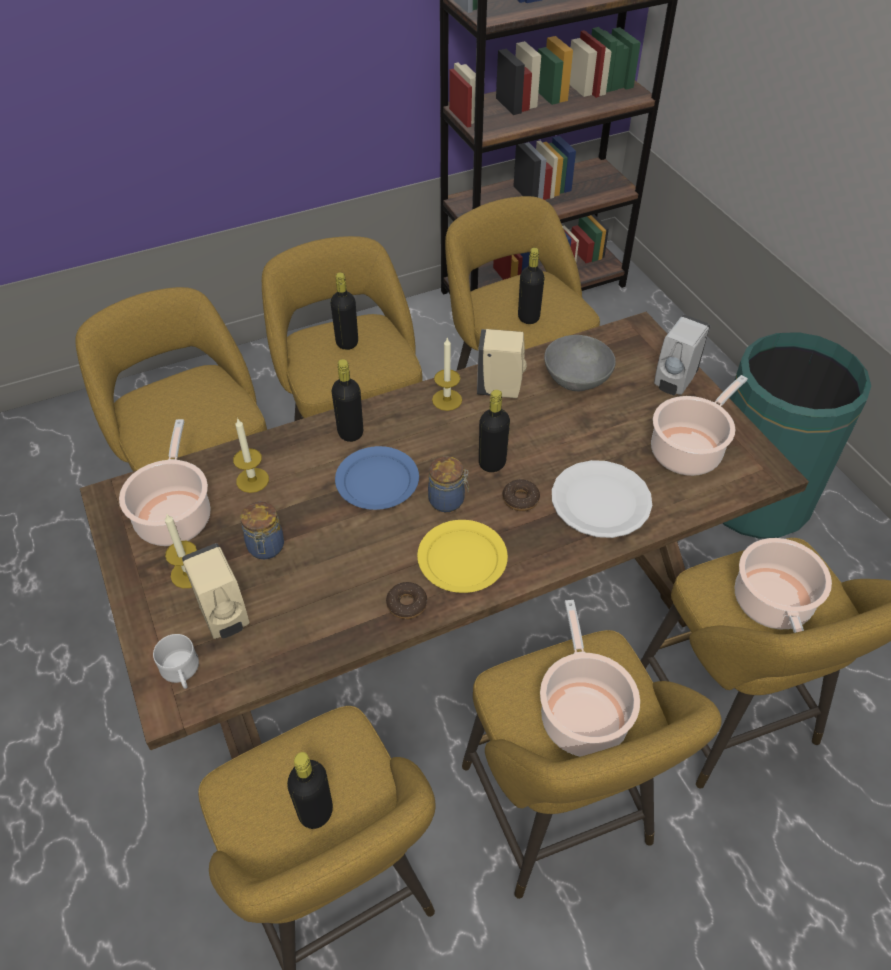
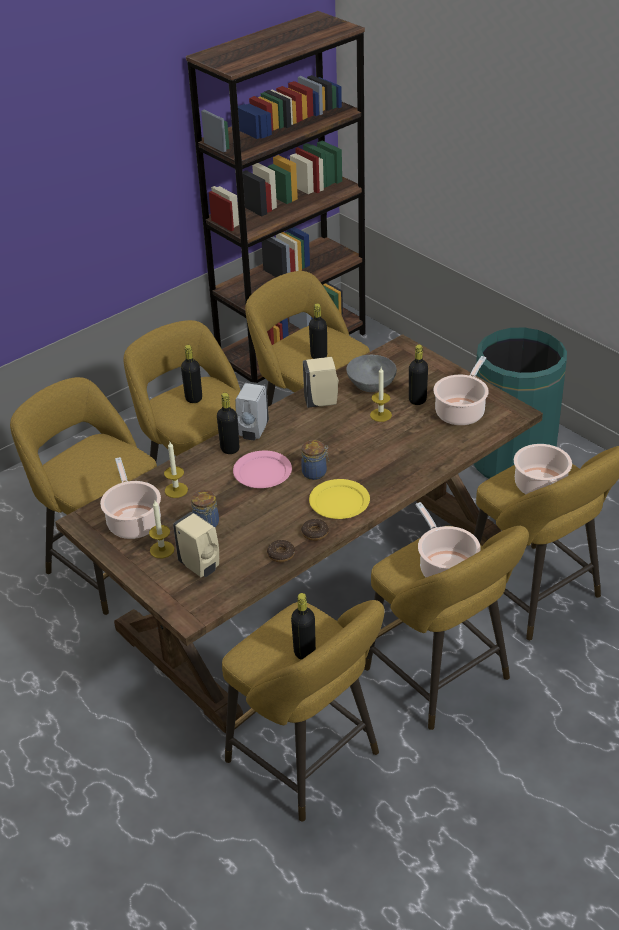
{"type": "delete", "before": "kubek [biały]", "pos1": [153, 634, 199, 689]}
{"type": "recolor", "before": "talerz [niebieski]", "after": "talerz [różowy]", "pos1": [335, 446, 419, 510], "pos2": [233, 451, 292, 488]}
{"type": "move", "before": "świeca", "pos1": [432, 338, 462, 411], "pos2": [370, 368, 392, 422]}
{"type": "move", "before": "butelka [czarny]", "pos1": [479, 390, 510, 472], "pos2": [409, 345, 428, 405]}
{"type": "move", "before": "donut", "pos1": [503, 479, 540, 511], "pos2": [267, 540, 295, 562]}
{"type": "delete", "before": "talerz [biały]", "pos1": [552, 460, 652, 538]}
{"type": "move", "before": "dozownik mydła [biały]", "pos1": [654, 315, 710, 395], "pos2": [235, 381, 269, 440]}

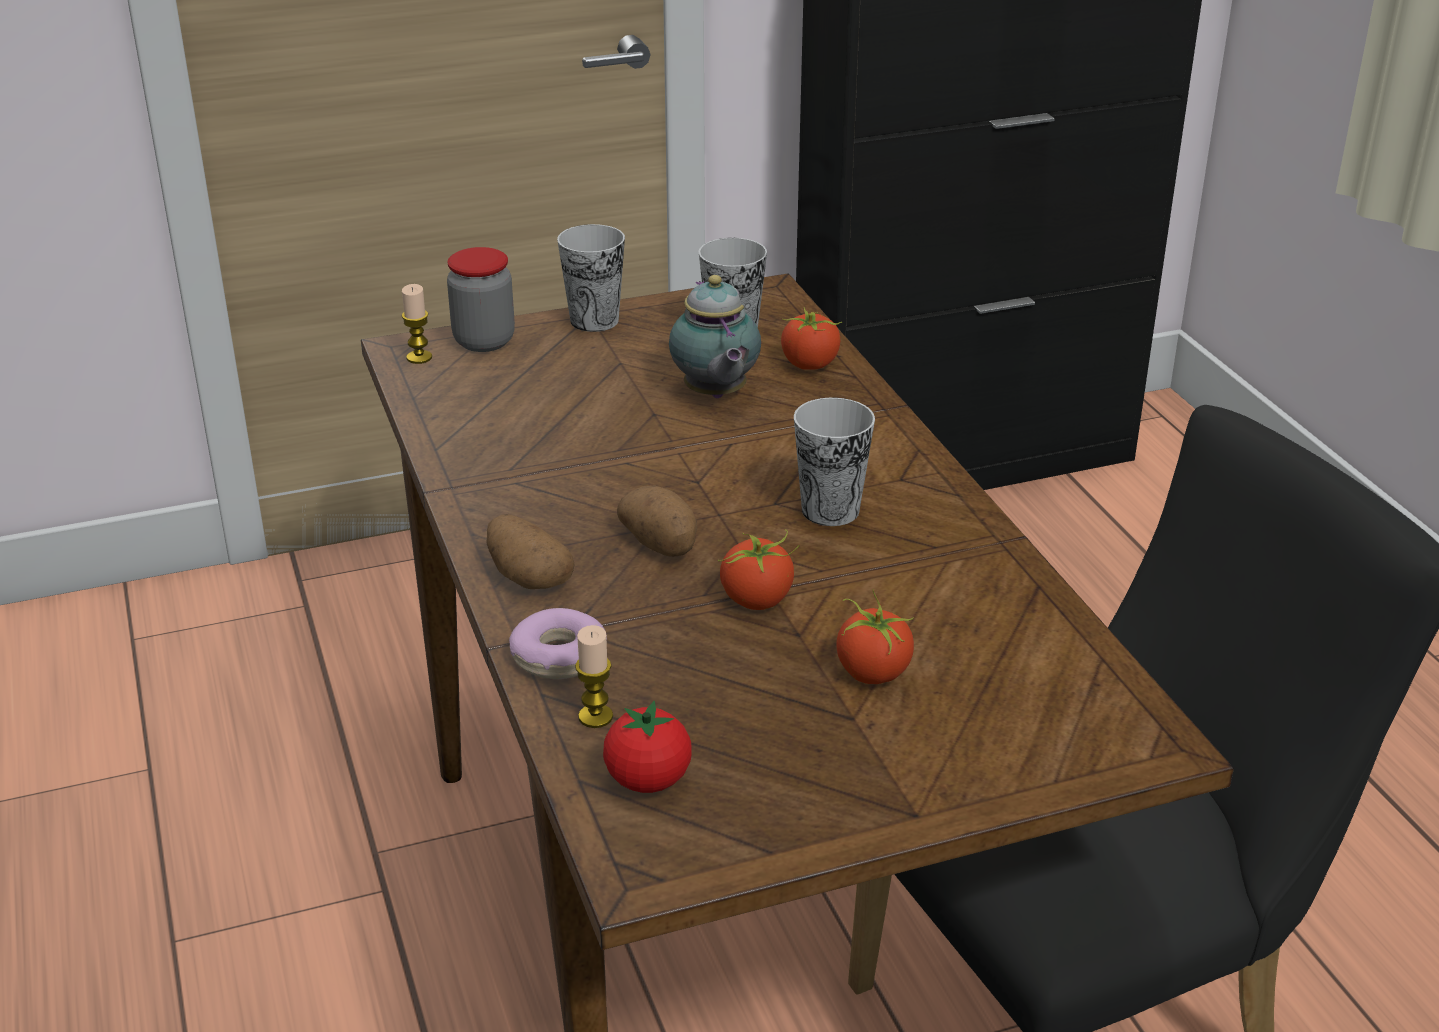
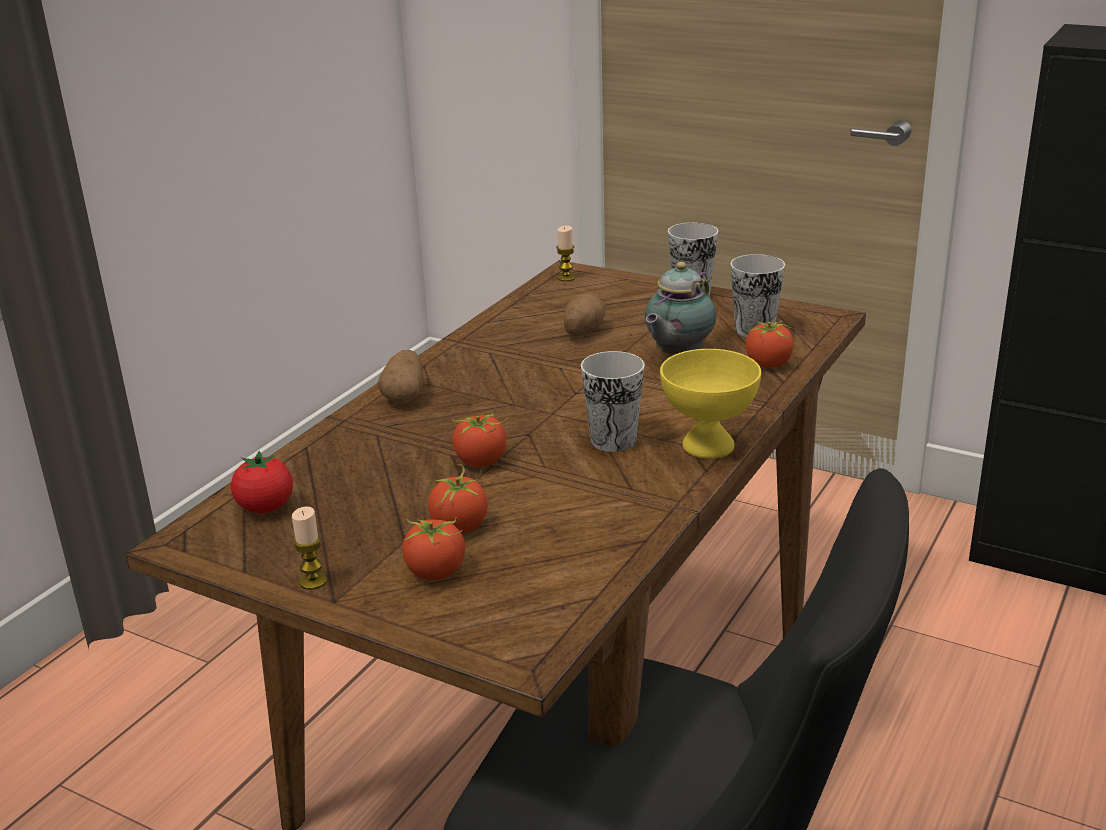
{"type": "delete", "before": "słoik", "pos1": [447, 247, 515, 352]}
{"type": "delete", "before": "donut", "pos1": [509, 608, 607, 679]}
{"type": "move", "before": "świeca", "pos1": [575, 625, 613, 728], "pos2": [292, 507, 327, 590]}
{"type": "move", "before": "ziemniak", "pos1": [617, 485, 697, 557], "pos2": [564, 294, 605, 336]}
{"type": "insert", "after": "pomidor", "pos2": [402, 517, 465, 580]}
{"type": "insert", "after": "miska [żółty]", "pos2": [660, 349, 761, 459]}

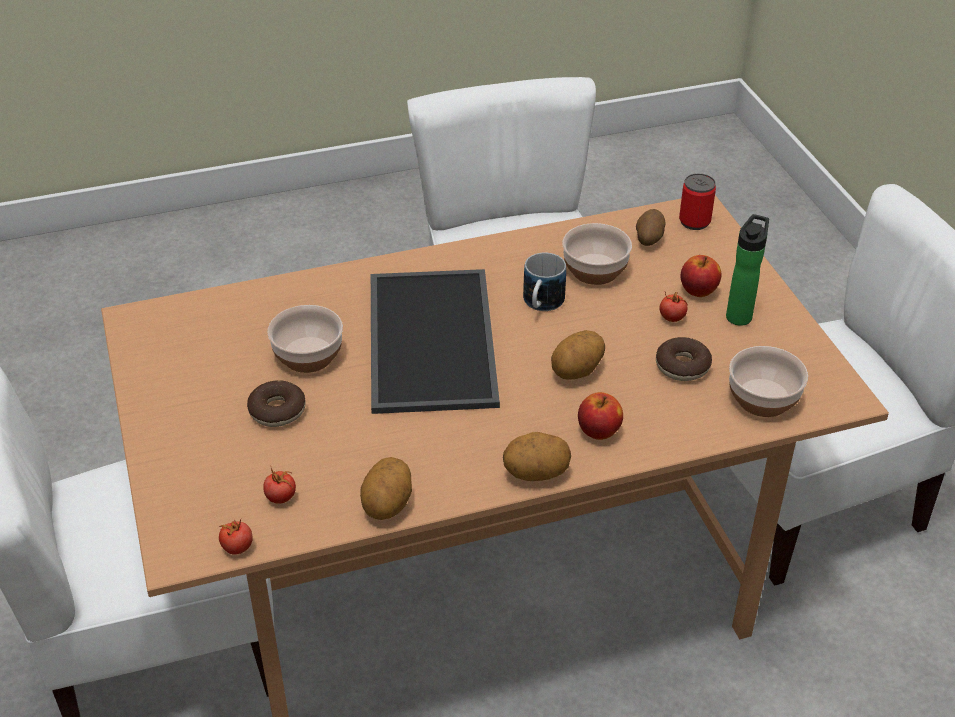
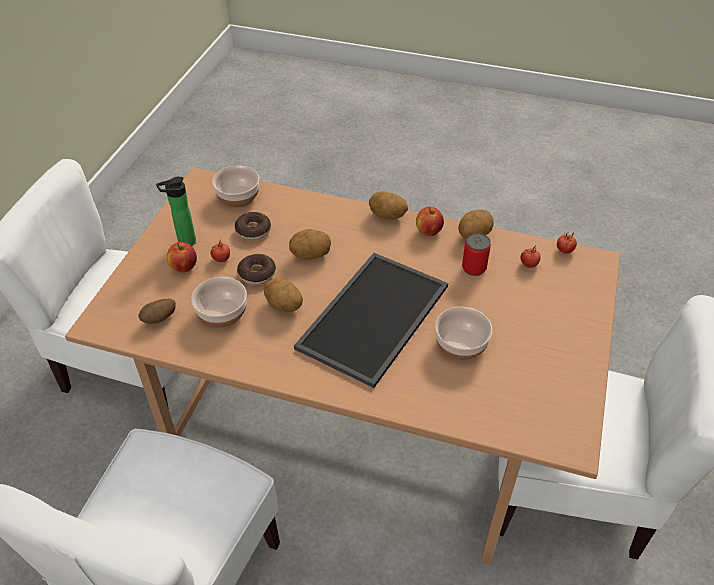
{"type": "move", "before": "donut", "pos1": [247, 380, 306, 427], "pos2": [237, 254, 276, 285]}
{"type": "replace", "before": "kubek", "after": "ziemniak", "pos1": [523, 253, 566, 311], "pos2": [264, 278, 303, 312]}
{"type": "move", "before": "jabłko", "pos1": [578, 392, 623, 440], "pos2": [416, 207, 444, 236]}
{"type": "move", "before": "puszka", "pos1": [679, 174, 716, 230], "pos2": [462, 233, 491, 276]}

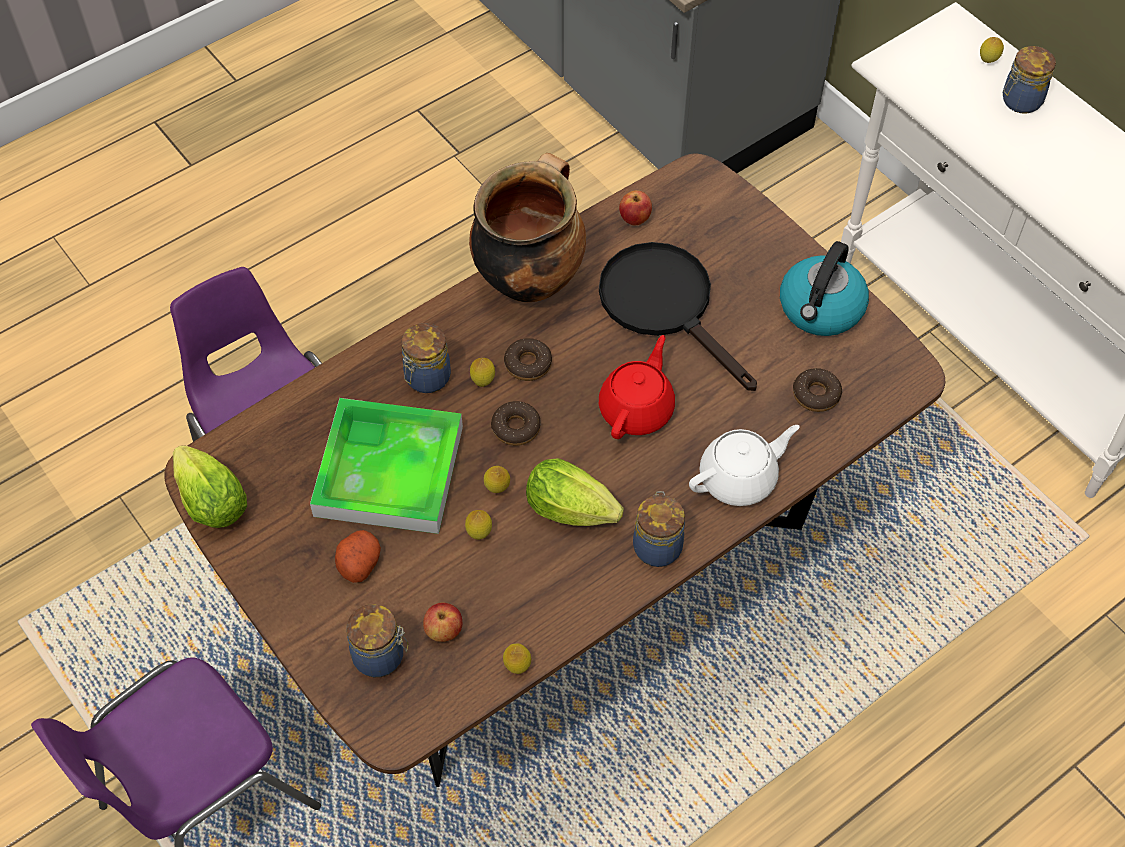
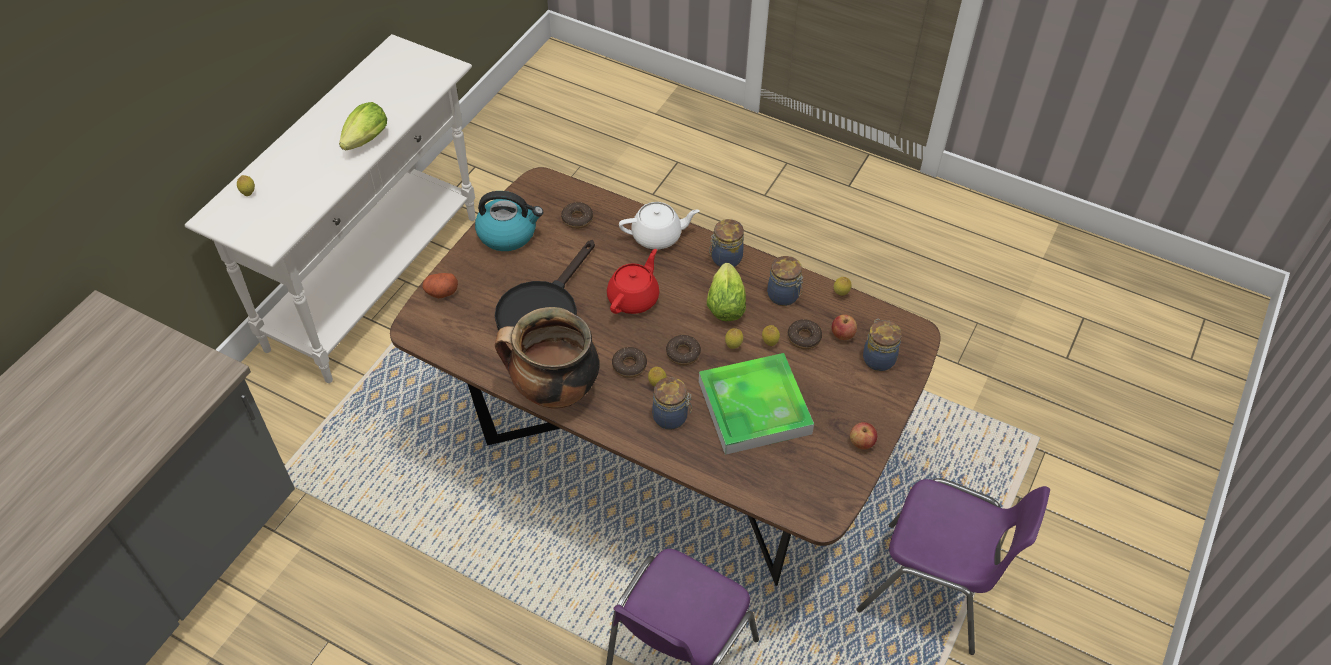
{"type": "move", "before": "sałata", "pos1": [173, 445, 247, 528], "pos2": [339, 102, 387, 151]}
{"type": "move", "before": "ziemniak", "pos1": [335, 530, 381, 583], "pos2": [422, 273, 458, 298]}
{"type": "rotate", "before": "imbryk [czerwony]", "pos1": [599, 335, 675, 439], "pos2": [607, 249, 659, 314], "turn": 120}
{"type": "move", "before": "jabłko", "pos1": [619, 190, 652, 225], "pos2": [850, 422, 877, 450]}
{"type": "rotate", "before": "imbryk [biały]", "pos1": [689, 425, 800, 506], "pos2": [619, 202, 700, 249], "turn": 135}
{"type": "move", "before": "słoik", "pos1": [1003, 46, 1056, 114], "pos2": [767, 256, 803, 306]}
{"type": "insert", "after": "donut", "pos2": [788, 319, 822, 349]}

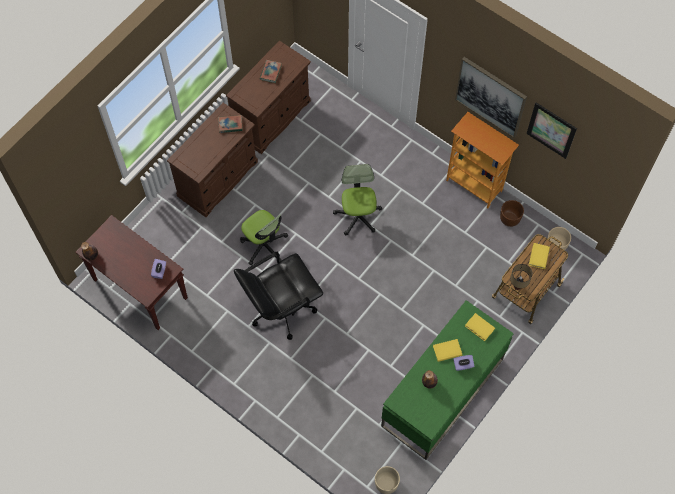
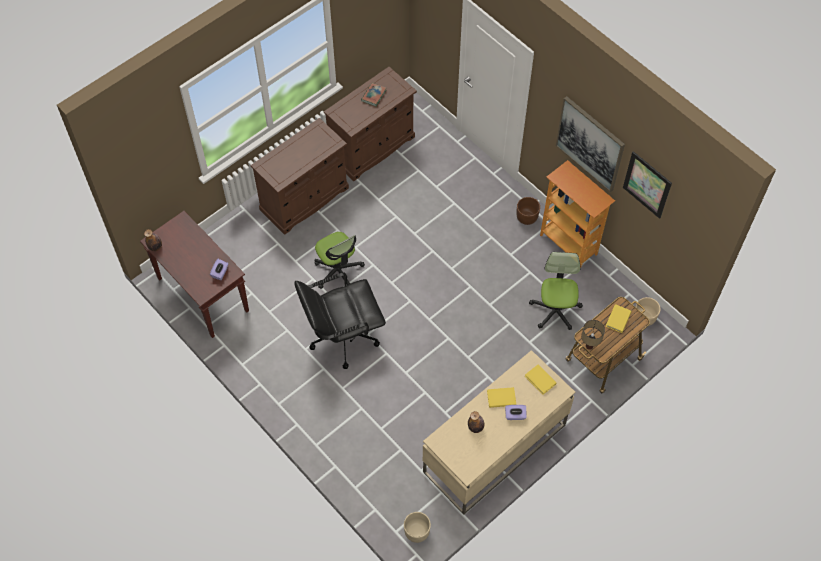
{"type": "delete", "before": "książka", "pos1": [218, 115, 243, 133]}
{"type": "move", "before": "krzesło biurowe", "pos1": [333, 164, 382, 235], "pos2": [529, 252, 583, 330]}
{"type": "recolor", "before": "biurko [zielony]", "after": "biurko [beżowy]", "pos1": [381, 300, 514, 460], "pos2": [423, 350, 575, 515]}
{"type": "move", "before": "donica [brązowy]", "pos1": [500, 200, 524, 227], "pos2": [516, 197, 540, 225]}

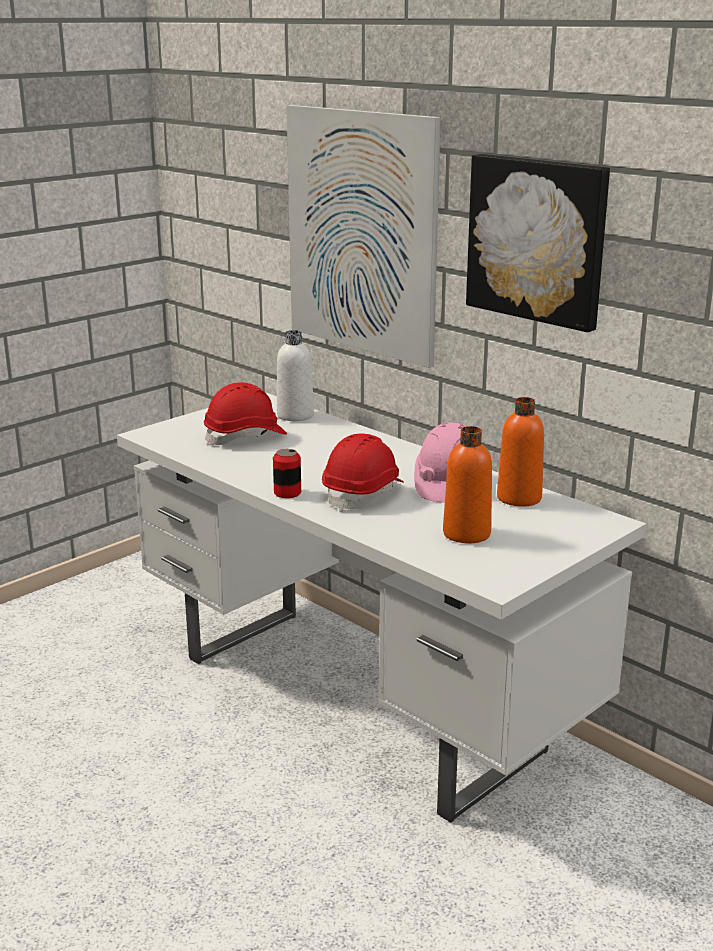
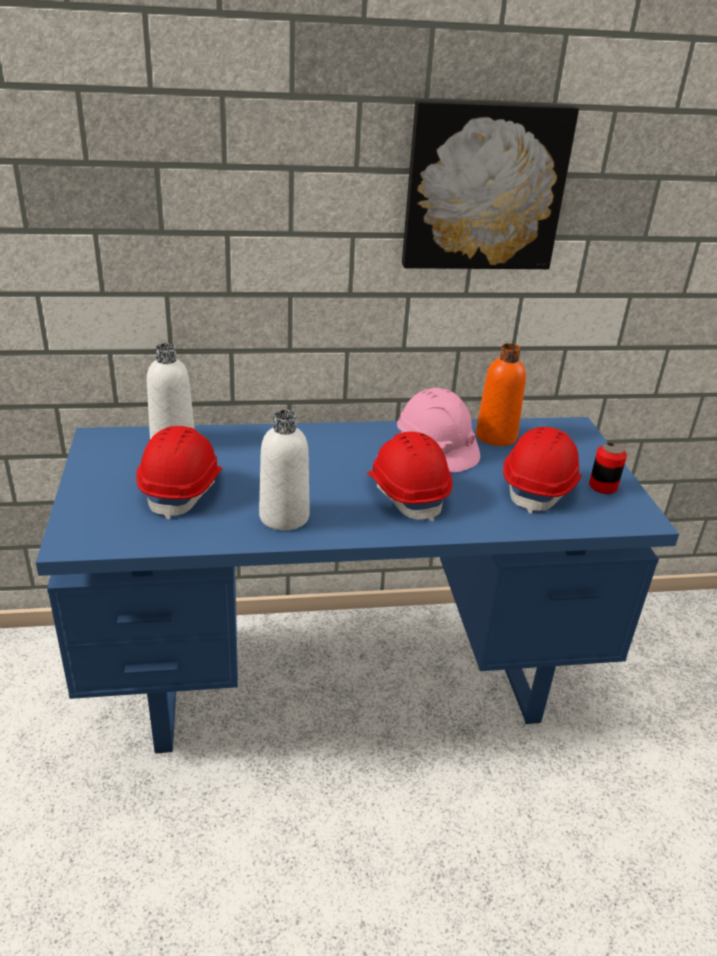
{"type": "recolor", "before": "biurko [biały]", "after": "biurko [niebieski]", "pos1": [117, 392, 646, 823], "pos2": [36, 417, 679, 753]}
{"type": "move", "before": "puszka", "pos1": [273, 449, 301, 498], "pos2": [589, 443, 627, 494]}
{"type": "delete", "before": "obraz", "pos1": [287, 105, 441, 368]}
{"type": "replace", "before": "butelka [pomarańczowy]", "after": "kask [czerwony]", "pos1": [443, 426, 492, 543], "pos2": [503, 427, 582, 514]}
{"type": "insert", "after": "butelka [biały]", "pos2": [259, 410, 310, 531]}

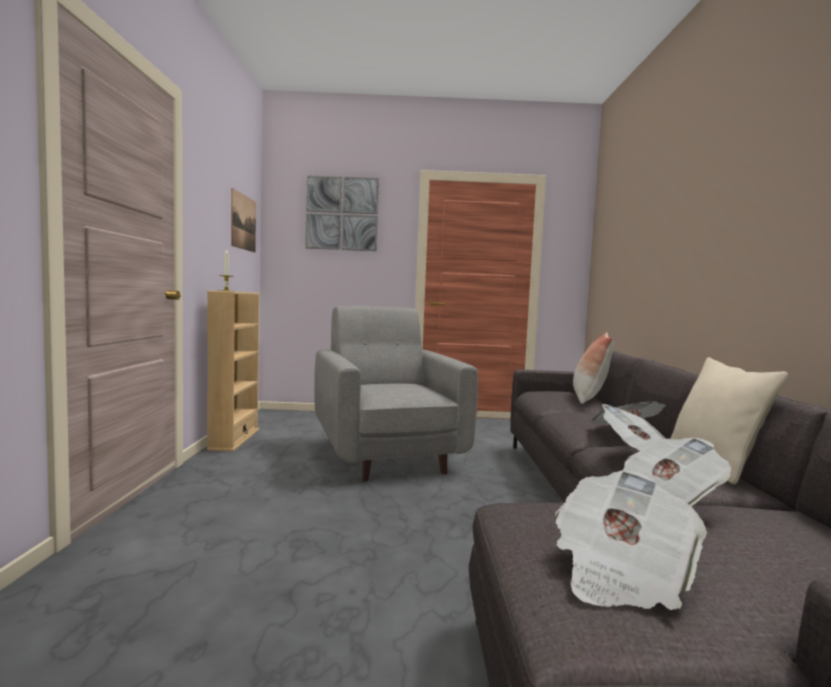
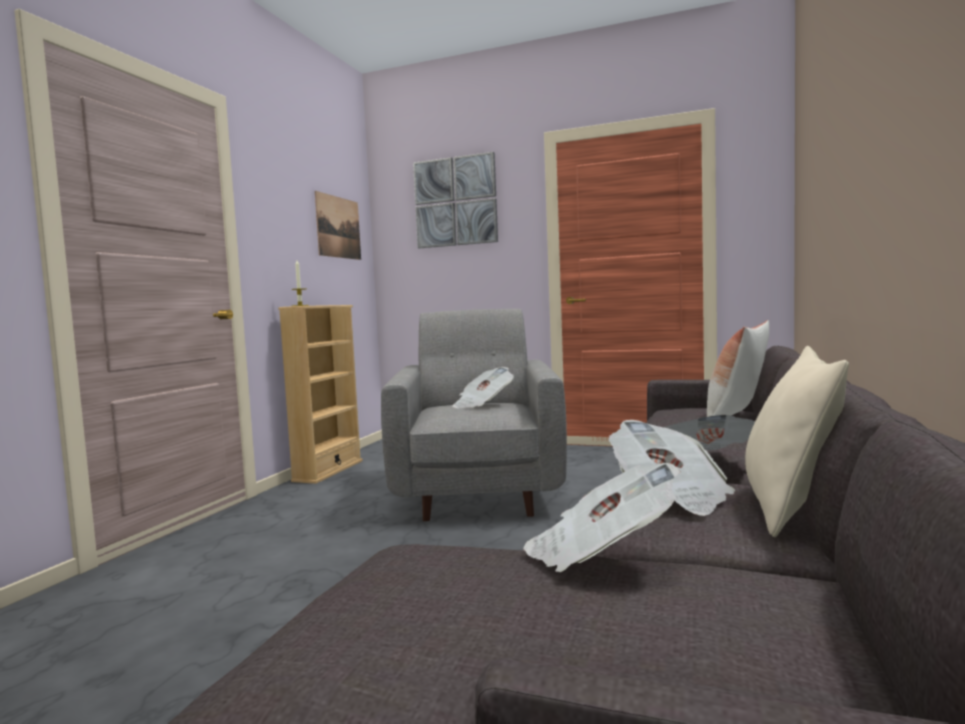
{"type": "move", "before": "gazeta", "pos1": [554, 470, 707, 610], "pos2": [452, 367, 514, 408]}

